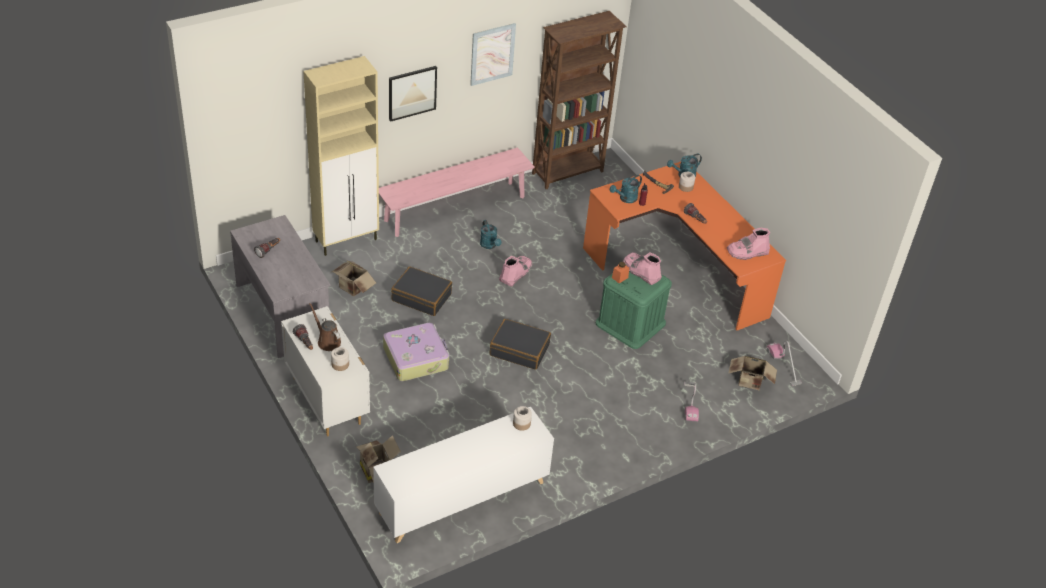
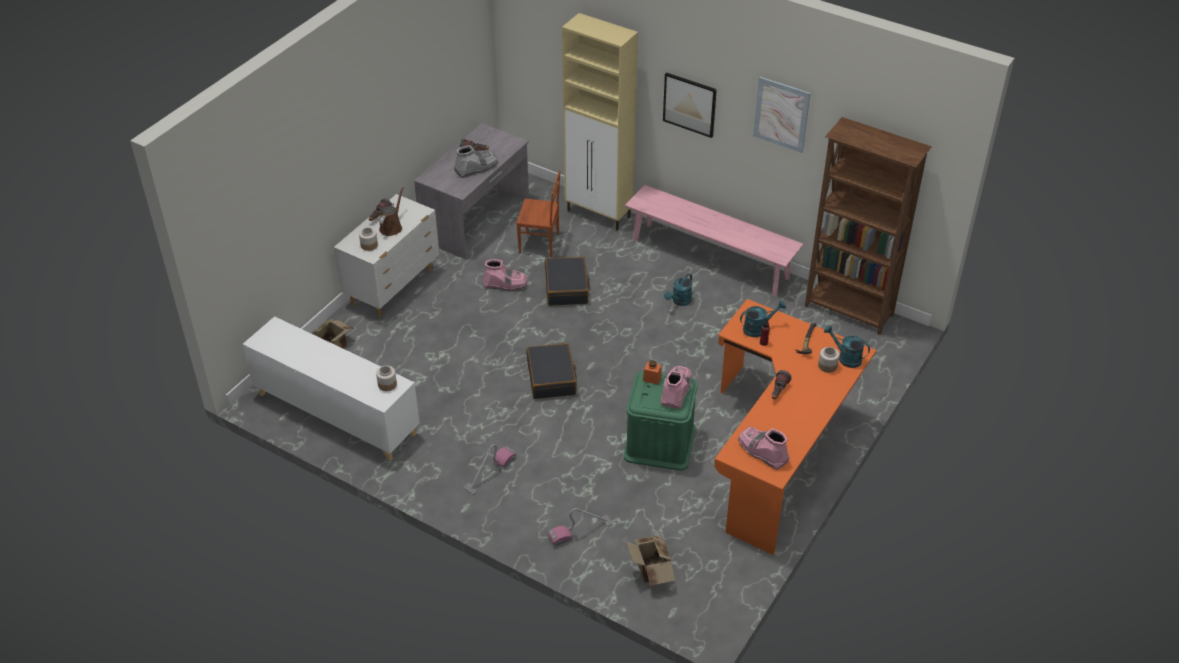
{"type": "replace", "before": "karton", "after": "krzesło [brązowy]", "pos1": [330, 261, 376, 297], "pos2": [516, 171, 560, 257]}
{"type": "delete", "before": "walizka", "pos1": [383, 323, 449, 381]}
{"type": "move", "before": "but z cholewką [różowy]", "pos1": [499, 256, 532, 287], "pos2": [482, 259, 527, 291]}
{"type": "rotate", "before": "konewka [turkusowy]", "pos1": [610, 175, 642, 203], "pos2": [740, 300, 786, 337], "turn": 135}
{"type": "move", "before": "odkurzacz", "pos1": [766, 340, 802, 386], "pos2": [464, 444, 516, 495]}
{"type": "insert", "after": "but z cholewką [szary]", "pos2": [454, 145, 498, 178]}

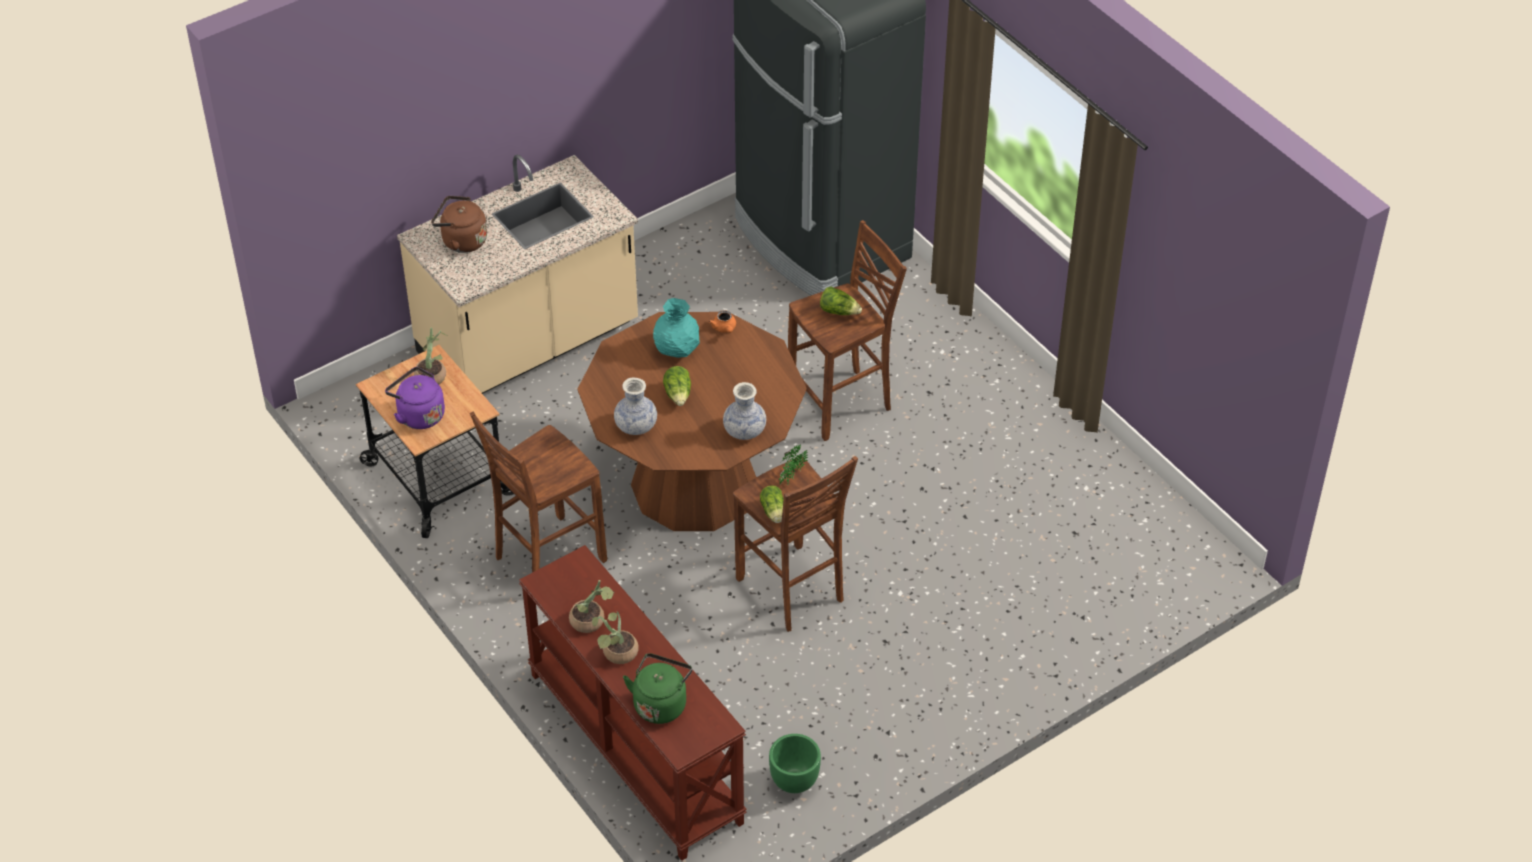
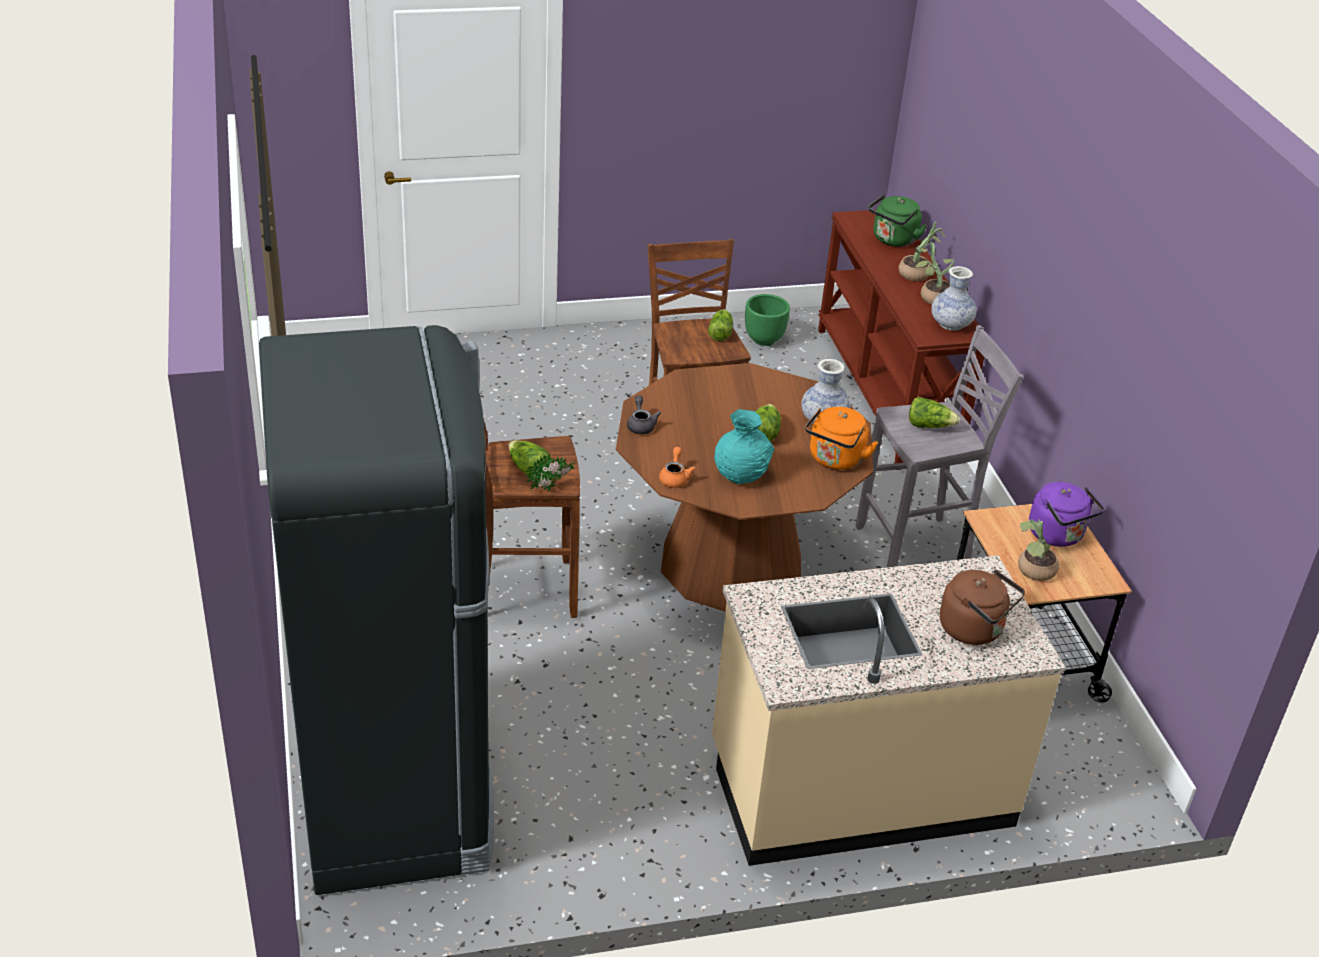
{"type": "recolor", "before": "stołek [brązowy]", "after": "stołek [szary]", "pos1": [470, 412, 607, 573], "pos2": [856, 325, 1023, 567]}
{"type": "move", "before": "wazon", "pos1": [723, 382, 766, 440], "pos2": [931, 266, 976, 330]}
{"type": "move", "before": "roślina doniczkowa", "pos1": [779, 444, 808, 486], "pos2": [527, 453, 575, 492]}
{"type": "insert", "after": "imbryk [szary]", "pos2": [627, 395, 661, 434]}
{"type": "insert", "after": "czajnik [pomarańczowy]", "pos2": [805, 407, 878, 470]}
{"type": "insert", "after": "sałata", "pos2": [909, 397, 960, 428]}

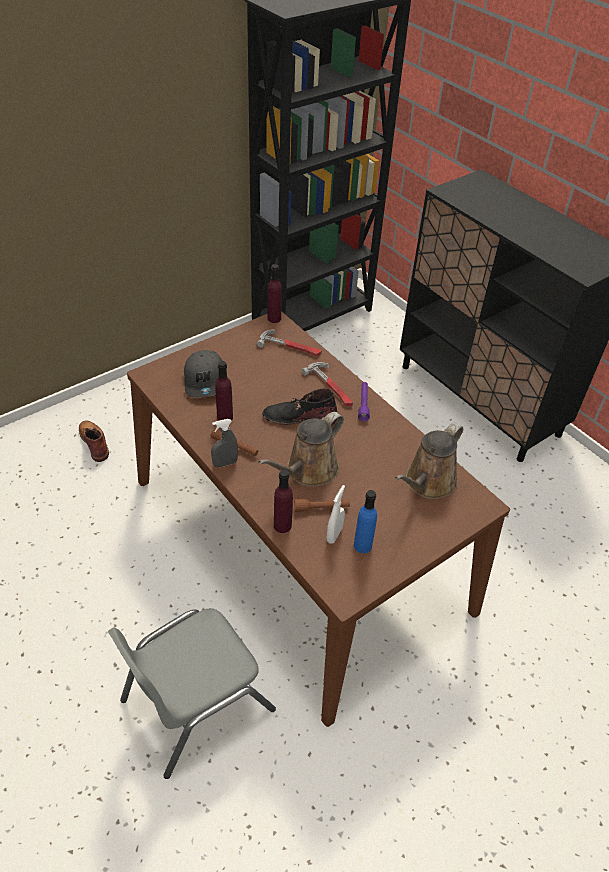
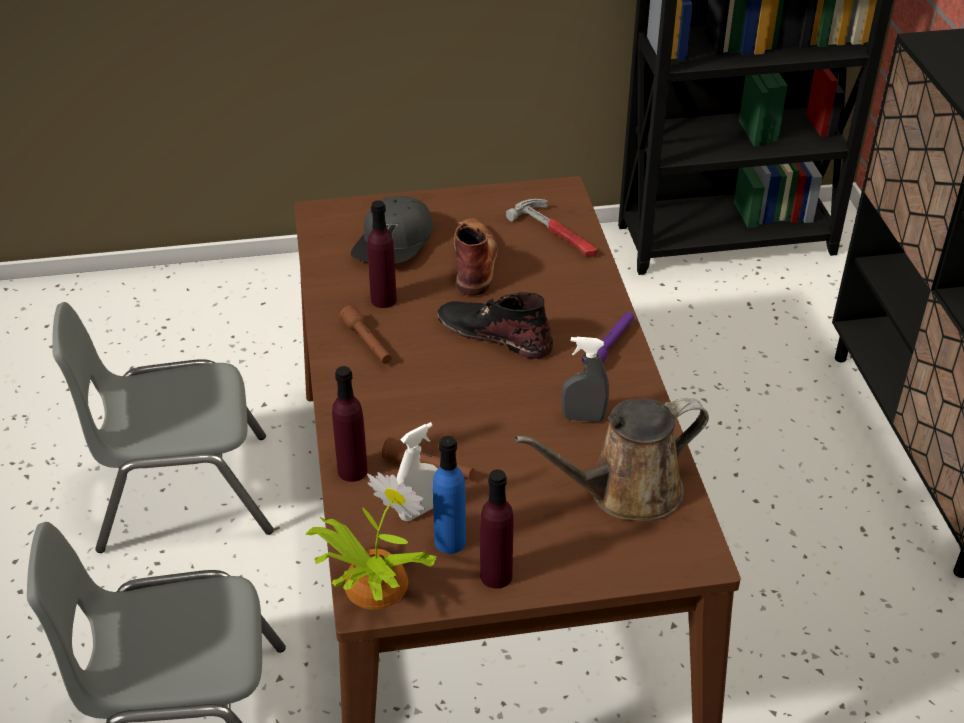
{"type": "move", "before": "but z cholewką [brązowy]", "pos1": [79, 420, 109, 462], "pos2": [454, 218, 498, 296]}
{"type": "move", "before": "spryskiwacz [szary]", "pos1": [211, 419, 238, 468], "pos2": [561, 337, 609, 422]}
{"type": "delete", "before": "konewka [brązowy]", "pos1": [258, 412, 344, 487]}
{"type": "move", "before": "butelka [fioletowy]", "pos1": [268, 264, 282, 323], "pos2": [480, 469, 513, 589]}
{"type": "delete", "before": "młotek", "pos1": [302, 362, 353, 406]}
{"type": "insert", "after": "krzesło [szary]", "pos2": [52, 302, 274, 553]}
{"type": "insert", "after": "roślina doniczkowa", "pos2": [305, 472, 437, 609]}

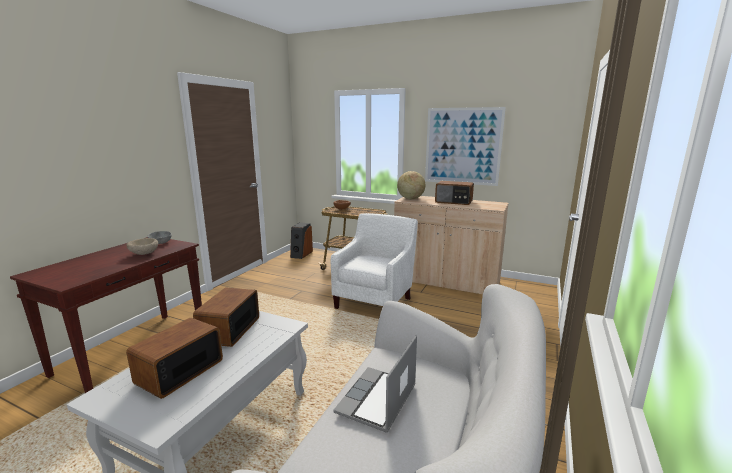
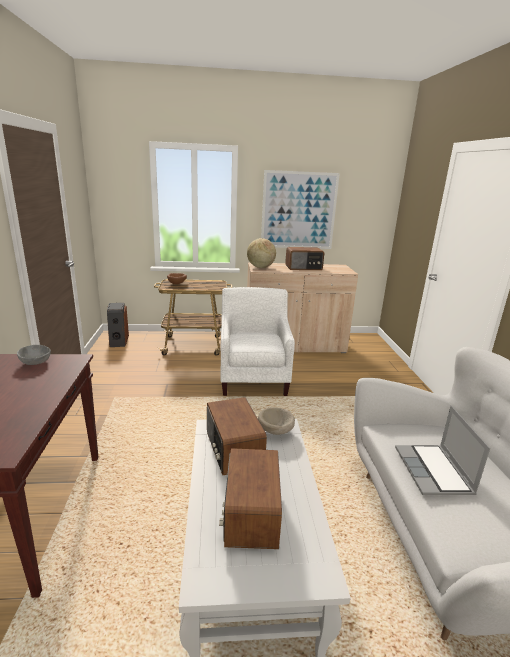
{"type": "move", "before": "miska [beżowy]", "pos1": [126, 238, 158, 255], "pos2": [258, 407, 295, 435]}

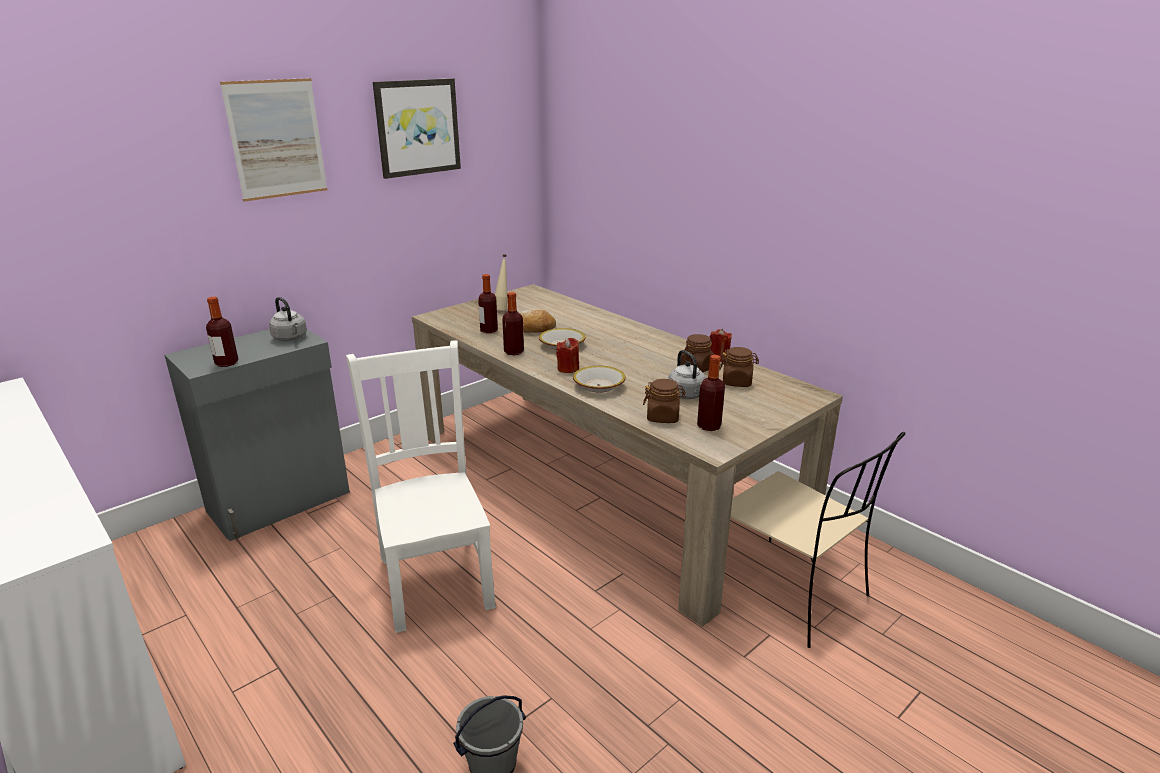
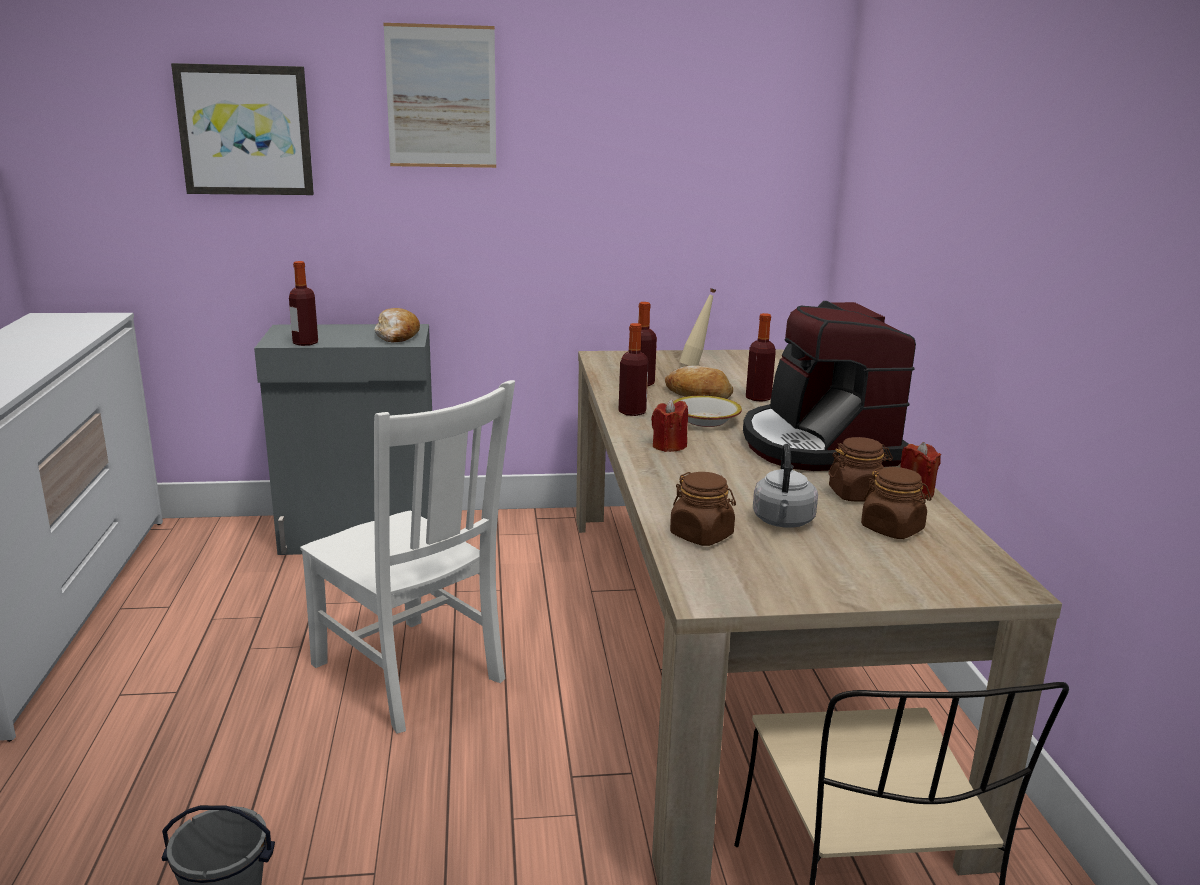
{"type": "replace", "before": "czajnik [szary]", "after": "chleb", "pos1": [269, 297, 307, 341], "pos2": [375, 308, 420, 342]}
{"type": "rotate", "before": "krzesło [biały]", "pos1": [346, 340, 496, 633], "pos2": [300, 380, 515, 734], "turn": 120}
{"type": "move", "before": "obraz", "pos1": [373, 78, 461, 179], "pos2": [171, 63, 314, 195]}
{"type": "delete", "before": "miska", "pos1": [573, 366, 626, 393]}
{"type": "move", "before": "butelka", "pos1": [697, 355, 725, 431], "pos2": [746, 313, 776, 402]}
{"type": "insert", "after": "ekspres do kawy", "pos2": [743, 301, 916, 471]}

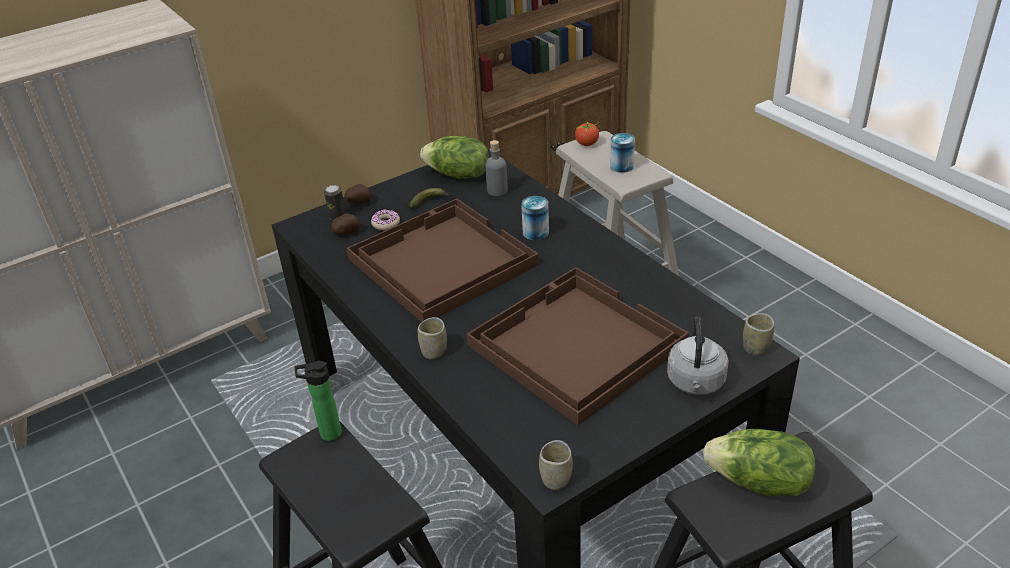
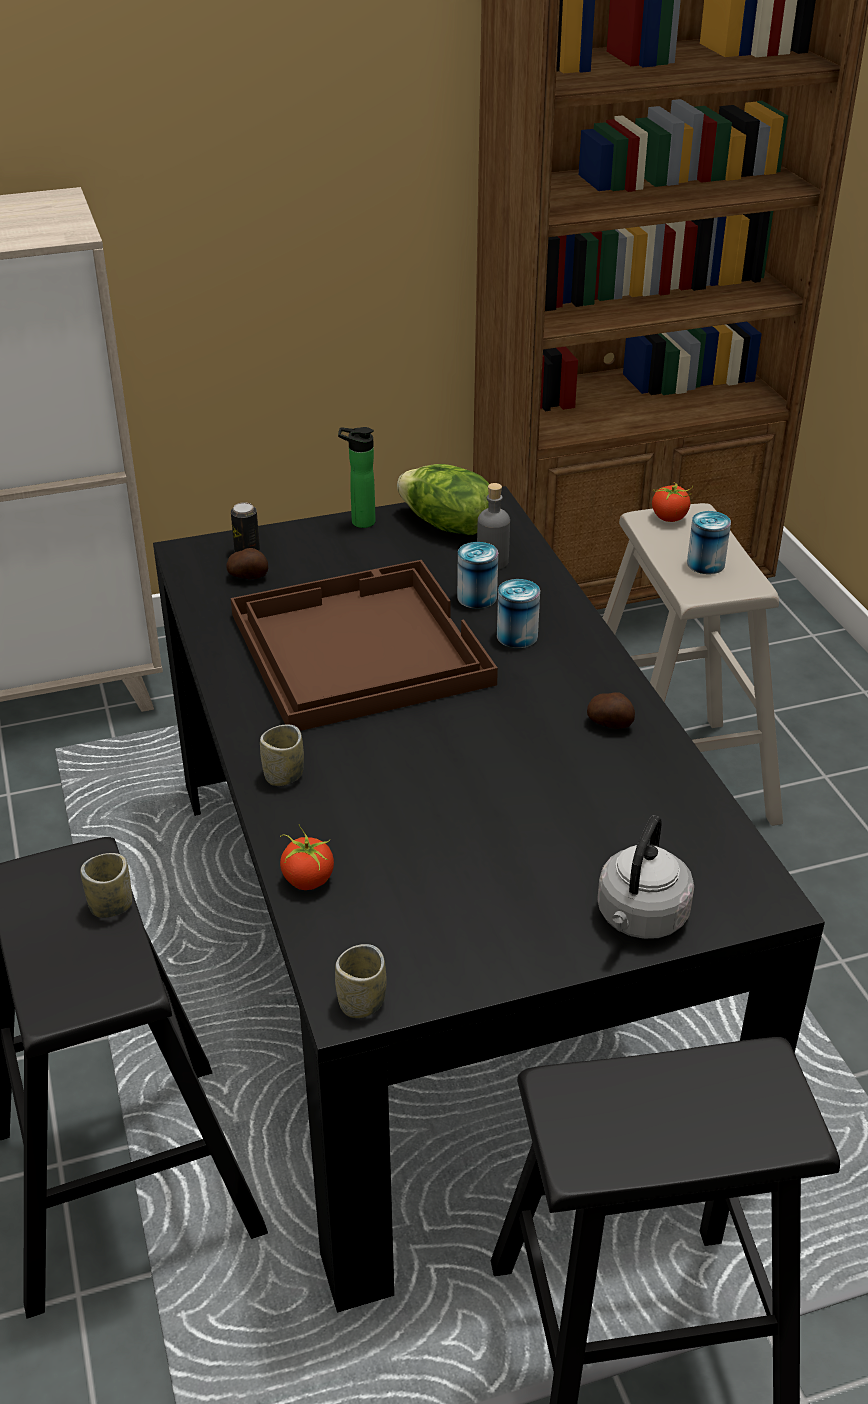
{"type": "move", "before": "butelka", "pos1": [295, 361, 342, 441], "pos2": [338, 427, 376, 528]}
{"type": "move", "before": "ziemniak", "pos1": [344, 184, 371, 204], "pos2": [587, 692, 635, 728]}
{"type": "delete", "before": "donut", "pos1": [371, 209, 400, 230]}
{"type": "delete", "before": "banan", "pos1": [409, 188, 452, 209]}
{"type": "delete", "before": "taca [brązowy]", "pos1": [467, 267, 689, 425]}
{"type": "delete", "before": "sałata", "pos1": [703, 429, 815, 496]}
{"type": "move", "before": "filiżanka", "pos1": [743, 313, 774, 355], "pos2": [80, 853, 132, 918]}
{"type": "insert", "after": "pomidor", "pos2": [280, 825, 334, 890]}
{"type": "insert", "after": "puszka", "pos2": [457, 542, 498, 609]}

